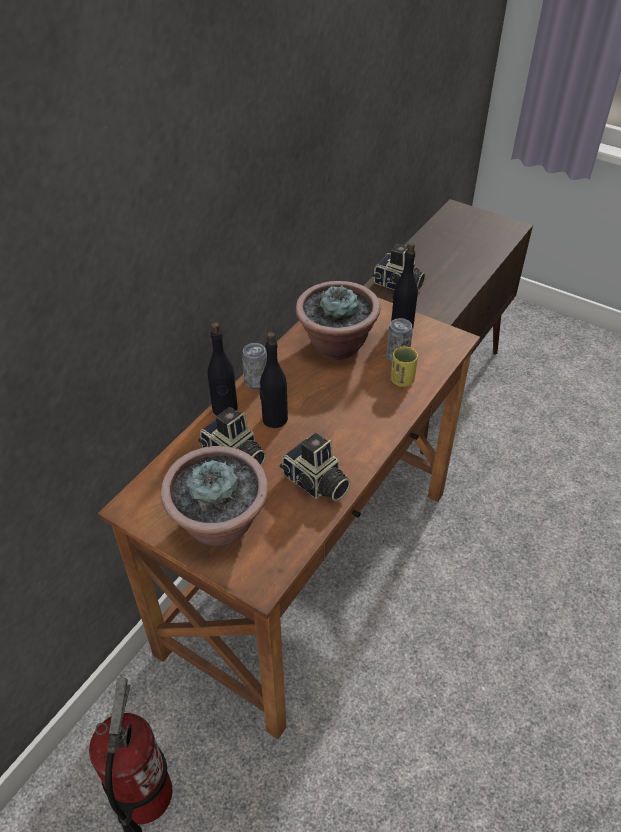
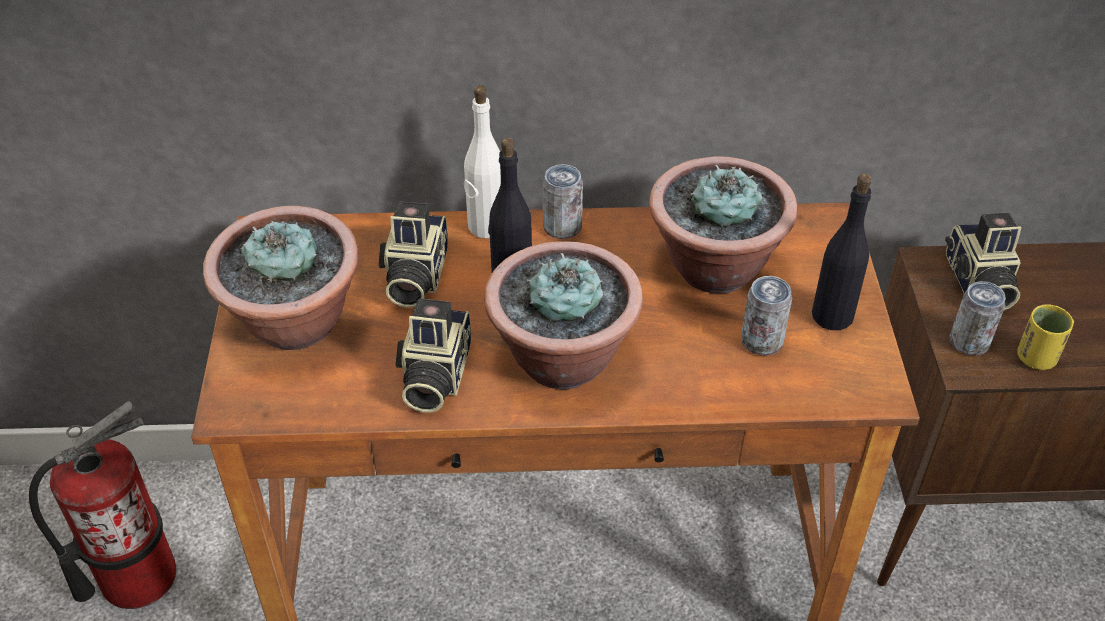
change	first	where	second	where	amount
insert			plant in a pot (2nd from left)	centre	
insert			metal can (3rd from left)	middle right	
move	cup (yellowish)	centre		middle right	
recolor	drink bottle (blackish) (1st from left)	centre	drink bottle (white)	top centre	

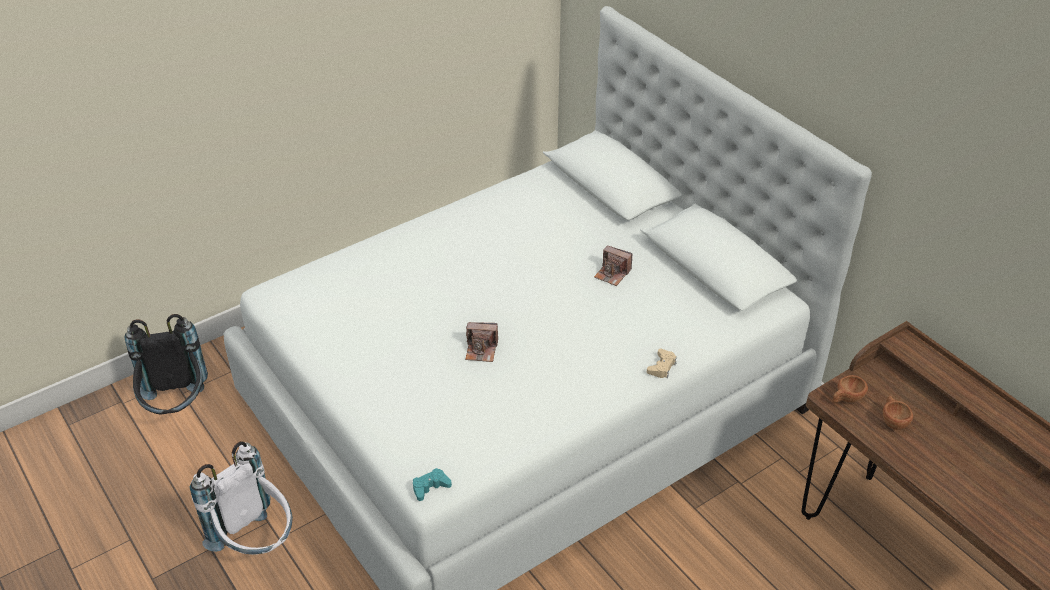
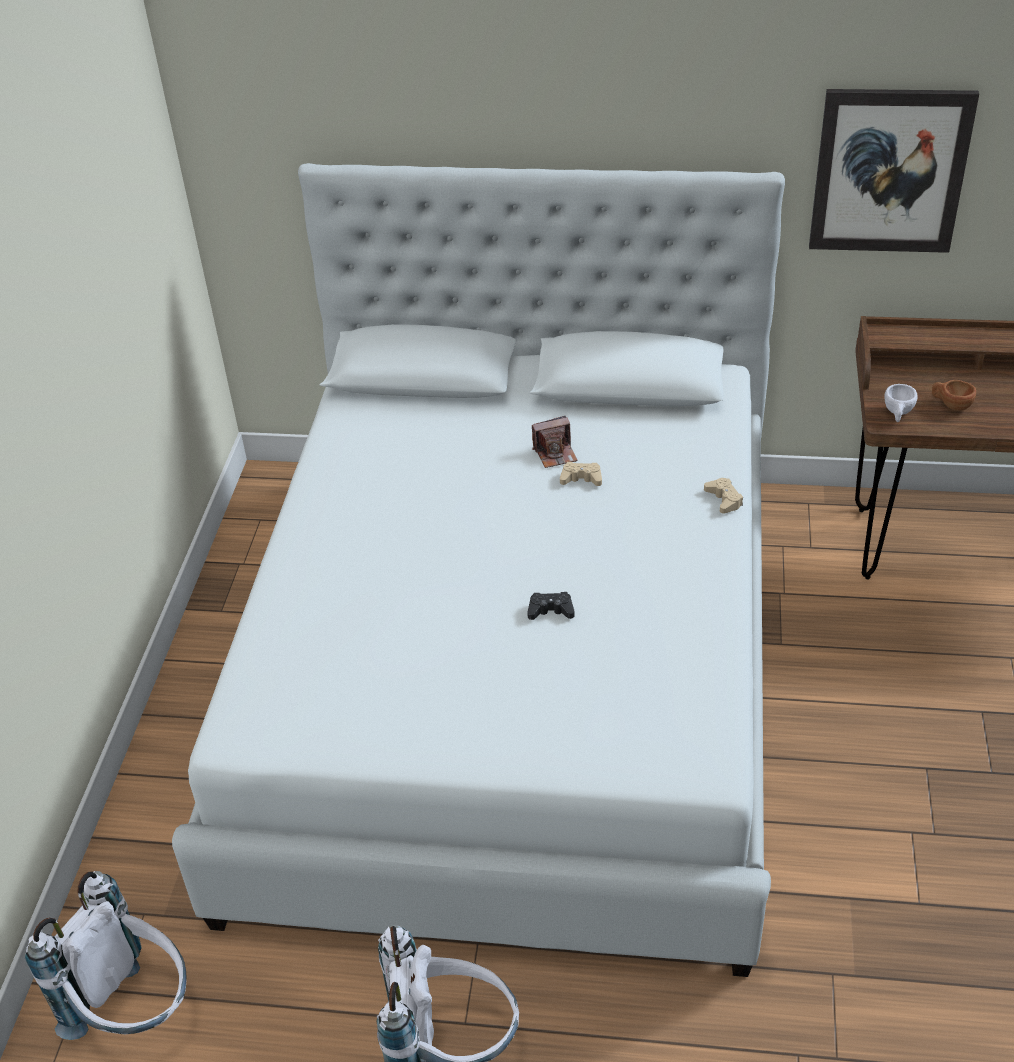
change	first	where	second	where	amount
delete	joypad (turquoise)	bottom centre			
insert			joypad (sand-coloured) (1st from left)	centre	
insert			picture	top right	
replace	photo camera (1st from left)	centre	joypad (blackish)	centre	
recolor	rucksack (blackish)	middle left	rucksack (white) (1st from left)	bottom left	
recolor	cup (brown-coloured) (1st from left)	middle right	cup (white)	middle right	

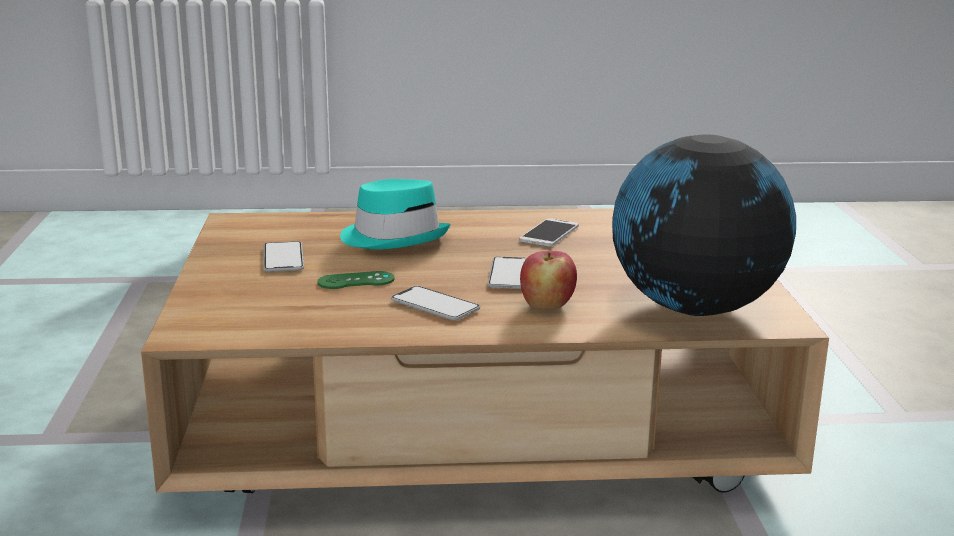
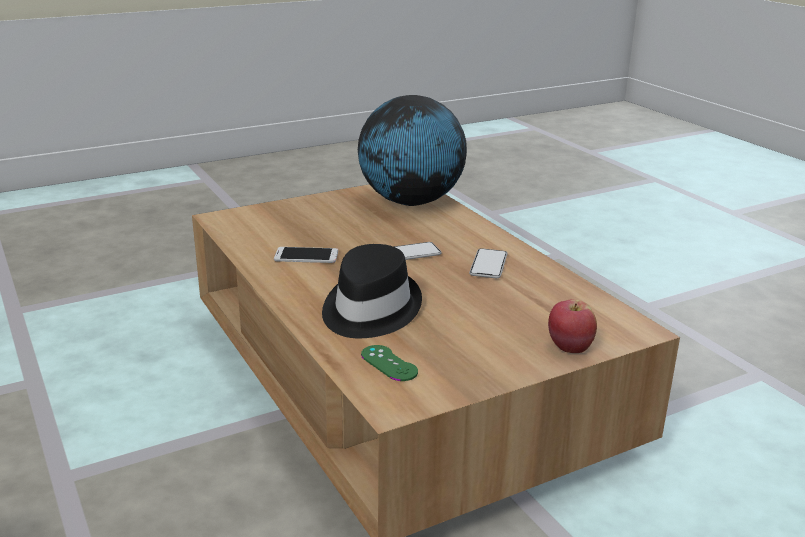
change	first	where	second	where	amount
delete	telephone (1st from left)	middle left			
move	joypad (green-coloured)	centre		bottom centre	
move	apple fruit	centre		middle right	
recolor	hat (turquoise)	centre	hat (blackish)	centre	

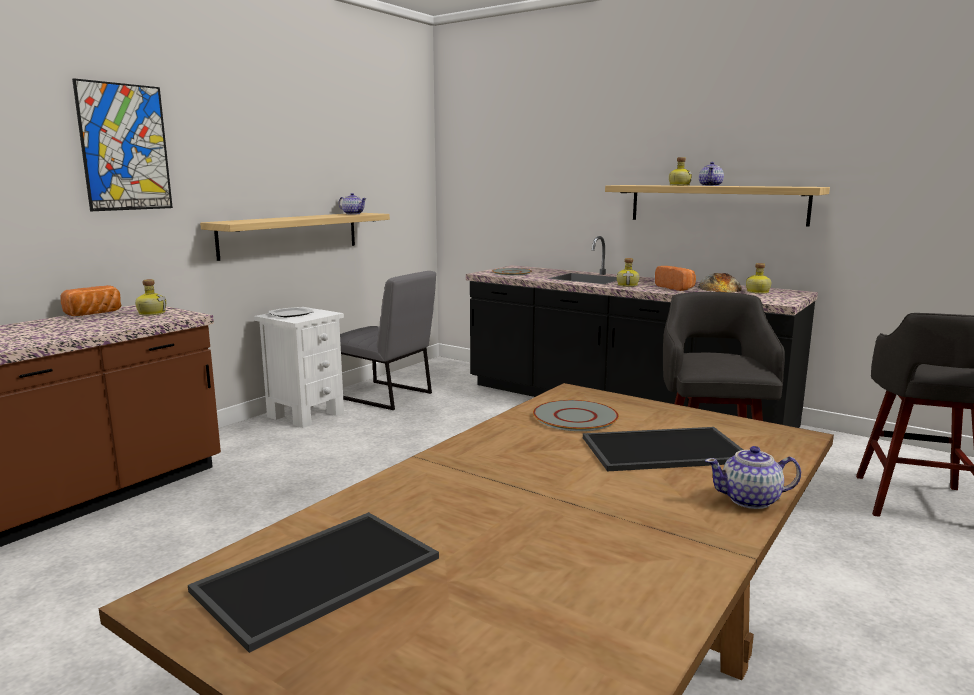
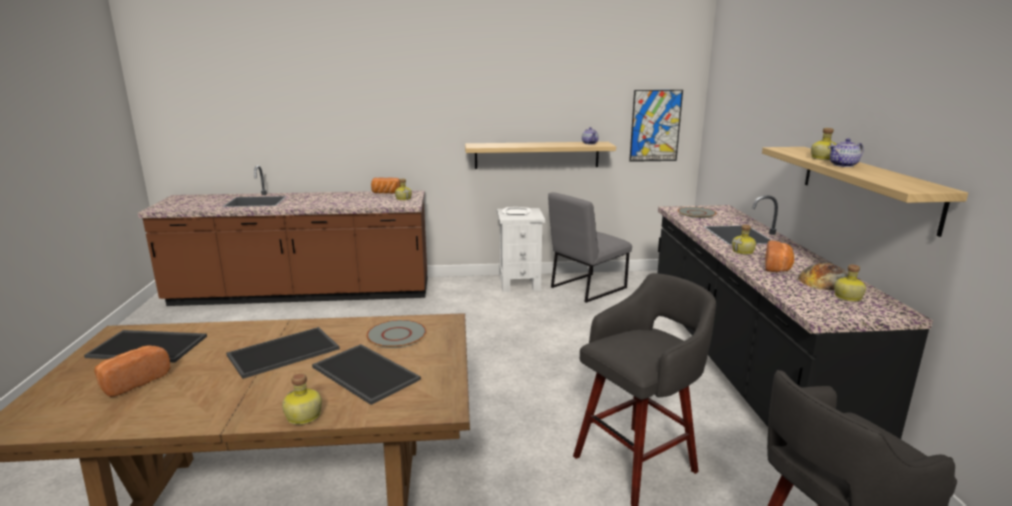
change	first	where	second	where	amount
insert			bakery bread (1st from left)	bottom left	
insert			serving tray (2nd from left)	bottom left	
move	picture	top left		top centre	
replace	teapot (3rd from left)	bottom right	drink bottle (1st from left)	bottom left	
rotate	upright chair (grey)	centre		centre	60 degrees clockwise

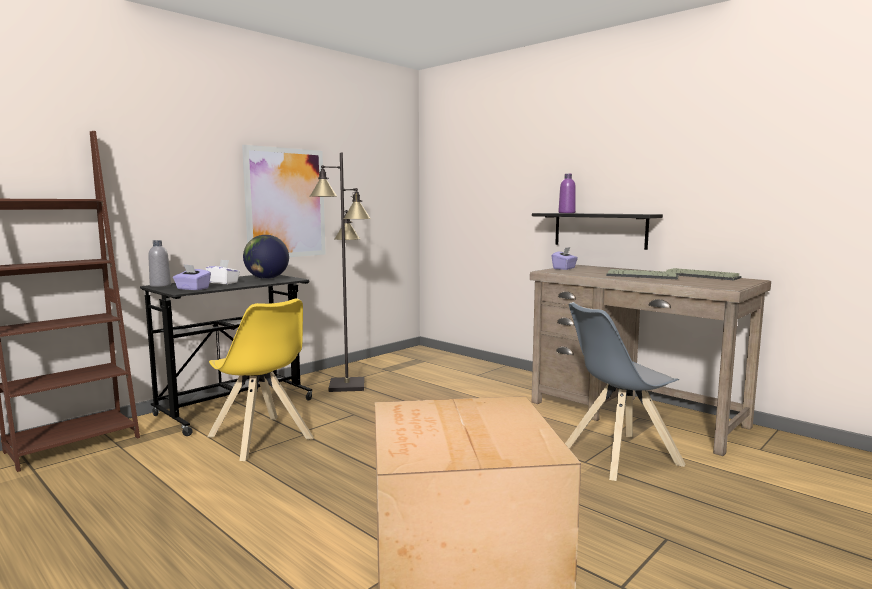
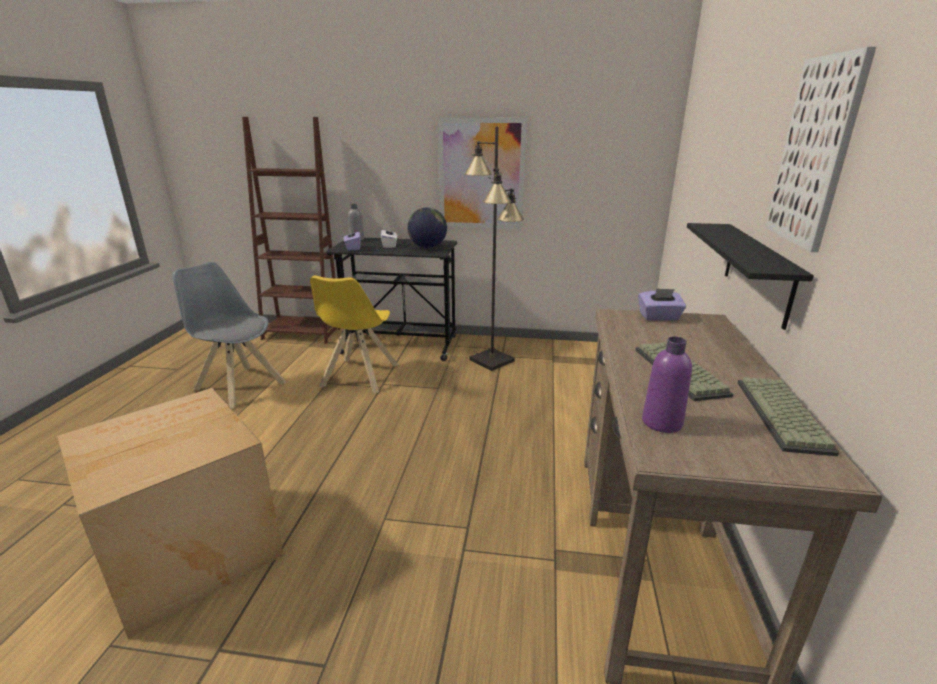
change	first	where	second	where	amount
insert			picture (2nd from left)	top right	
move	drink bottle (purple)	top centre		middle right	
move	upright chair (grey)	middle right		middle left	

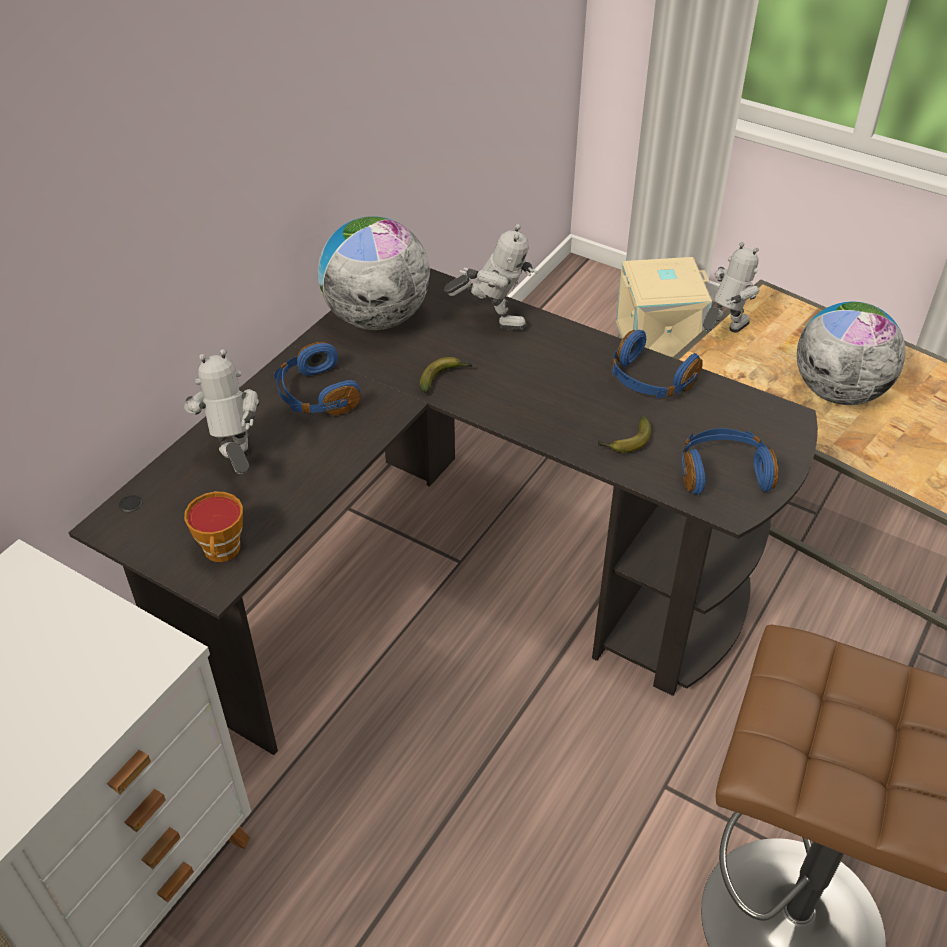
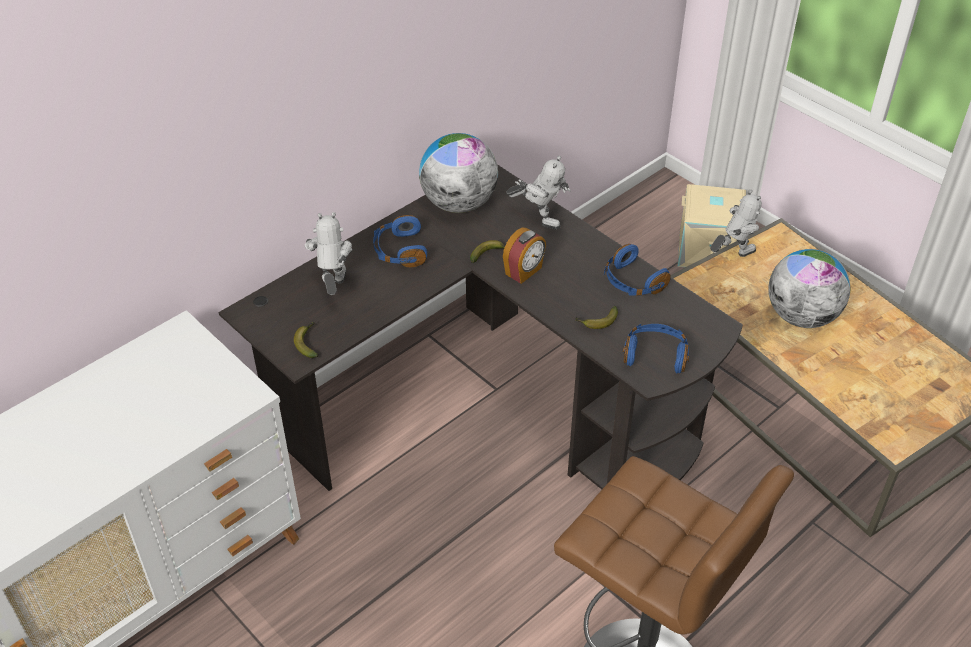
change	first	where	second	where	amount
insert			table clock	centre	
replace	cup	middle left	banana (1st from left)	middle left	

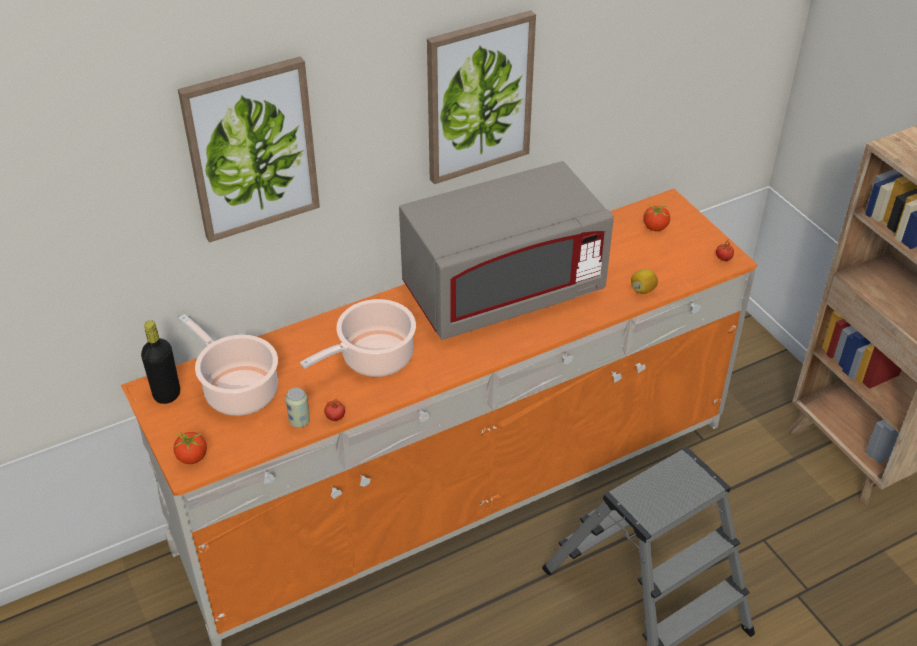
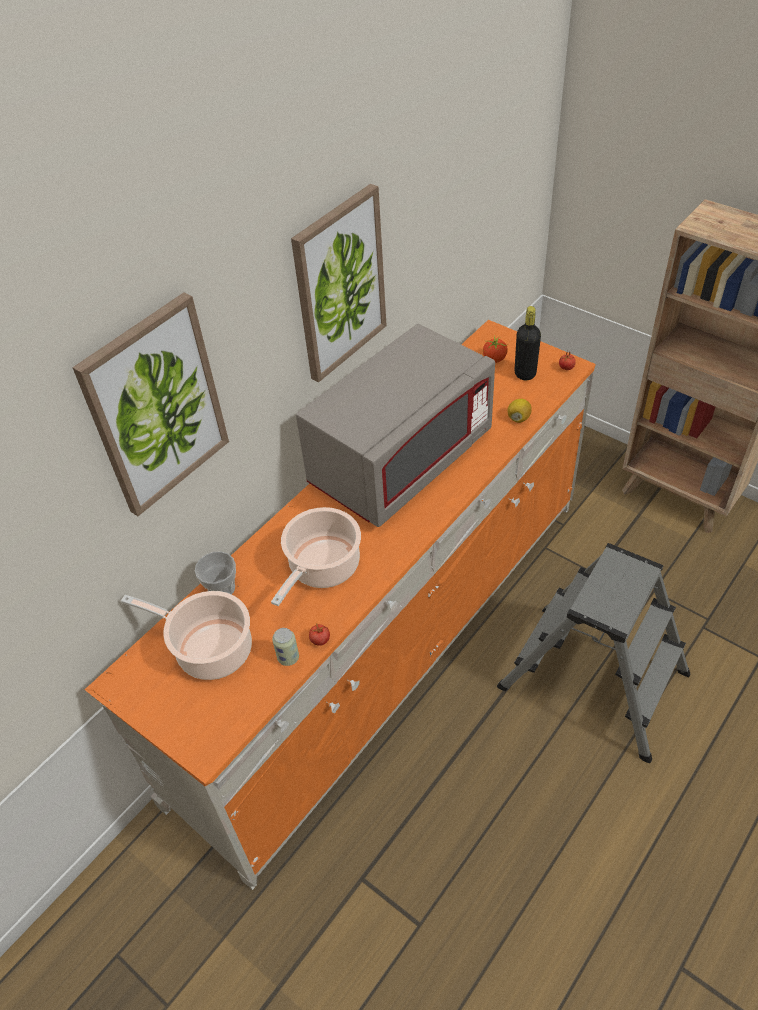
change	first	where	second	where	amount
delete	tomato (1st from left)	bottom left			
insert			cup	middle left	
move	drink bottle (blackish)	middle left		middle right	

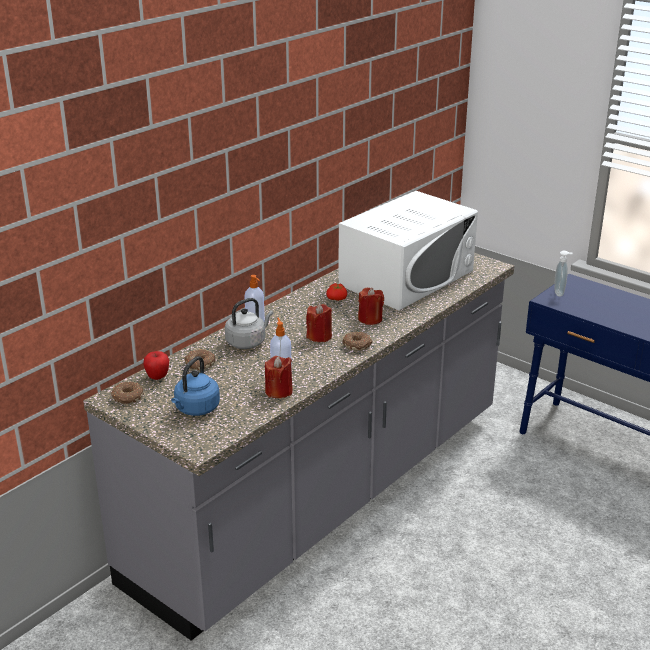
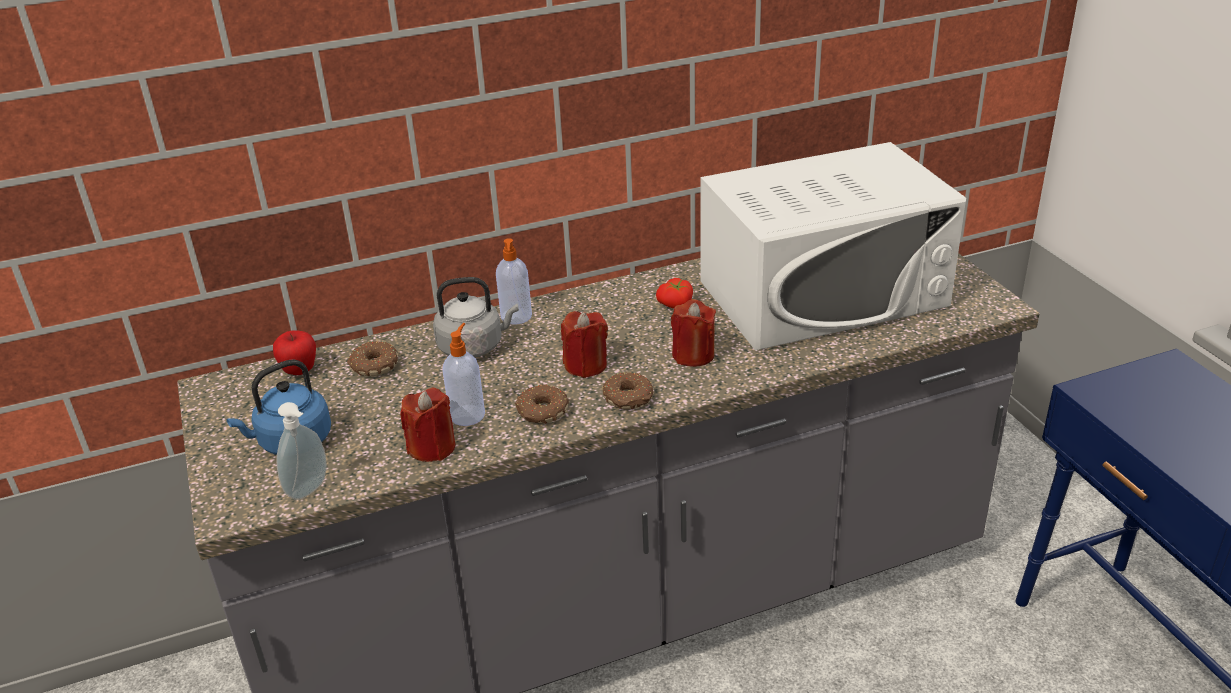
change	first	where	second	where	amount
move	doughnut (1st from left in the first image)	middle left	doughnut (2nd from left)	centre	
move	liquid soap bottle (3rd from left in the first image)	middle right	liquid soap bottle (1st from left)	middle left	

